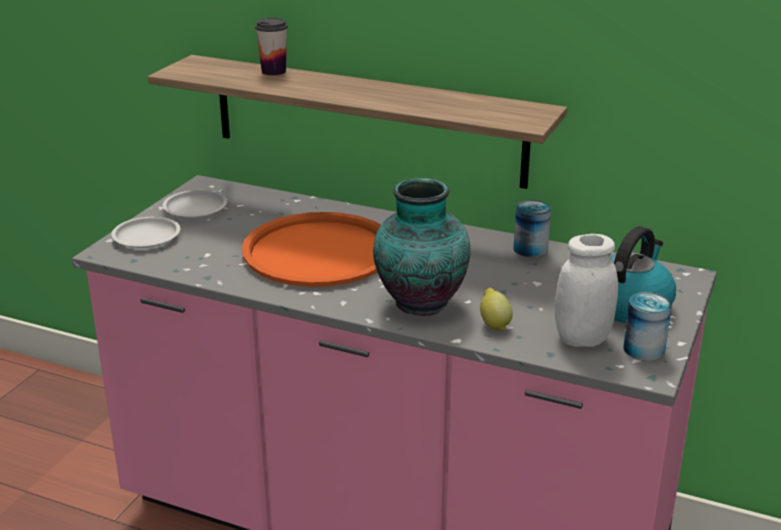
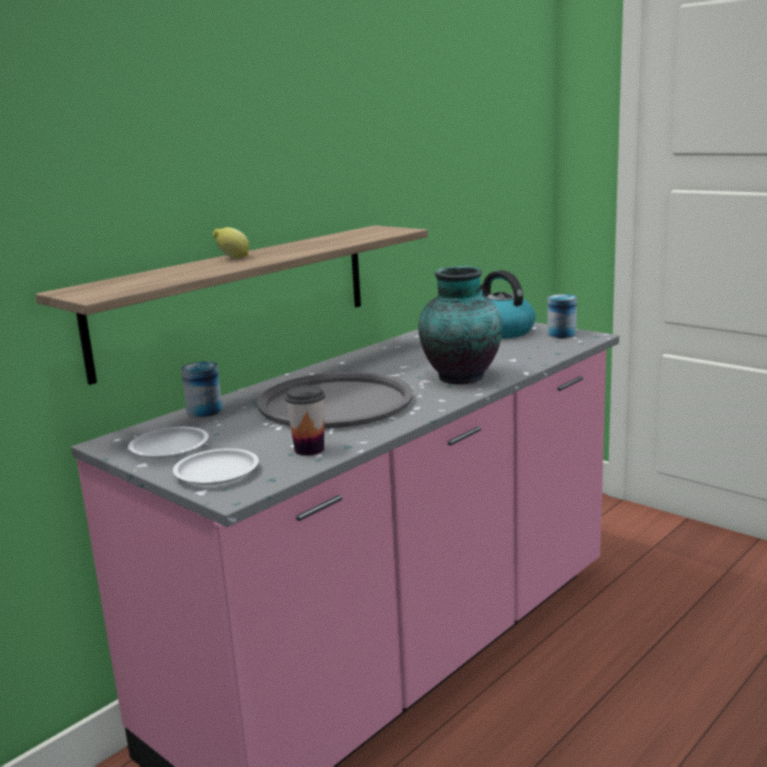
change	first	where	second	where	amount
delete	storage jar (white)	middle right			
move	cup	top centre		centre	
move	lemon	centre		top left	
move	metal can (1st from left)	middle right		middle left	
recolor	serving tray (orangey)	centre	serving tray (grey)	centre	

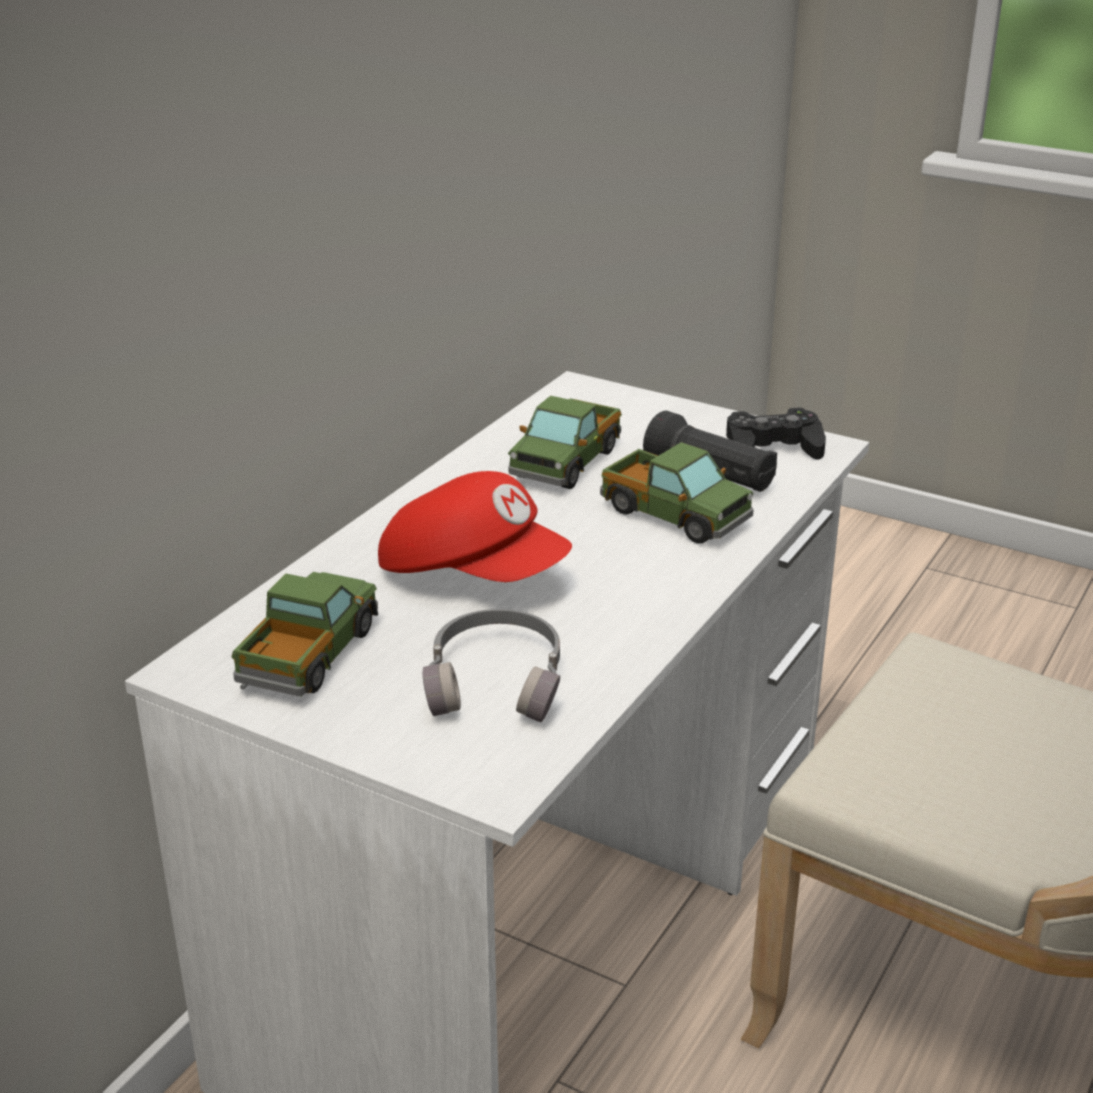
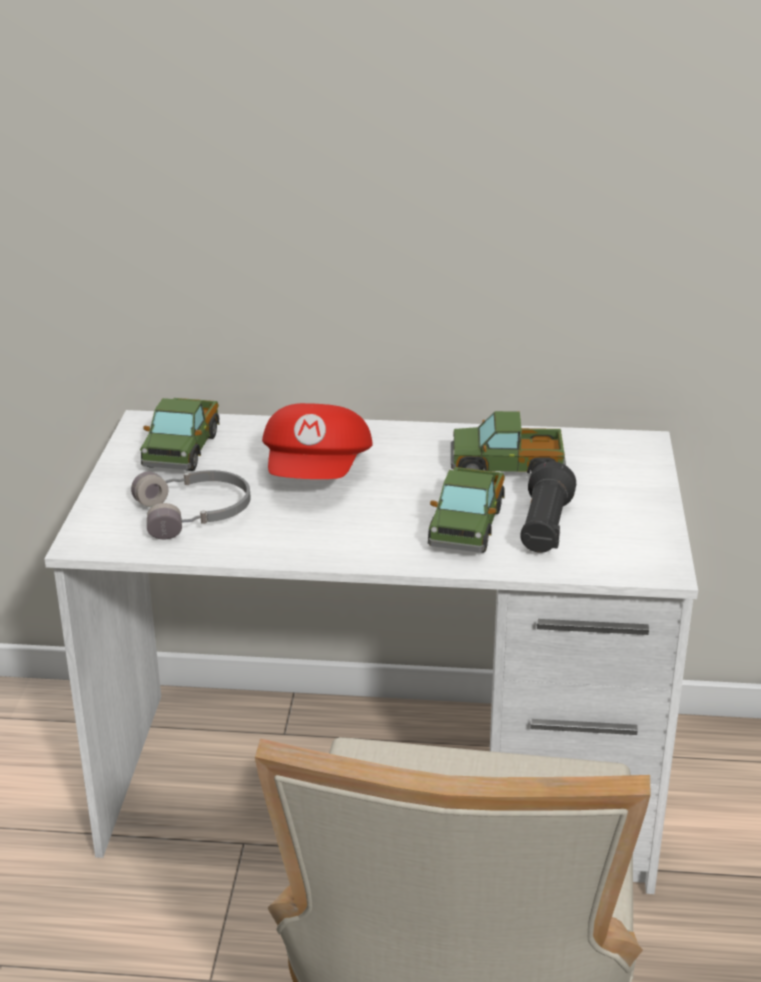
change	first	where	second	where	amount
delete	joypad (blackish)	middle right			
rotate	toy truck (1st from left)	middle left		middle left	105 degrees clockwise

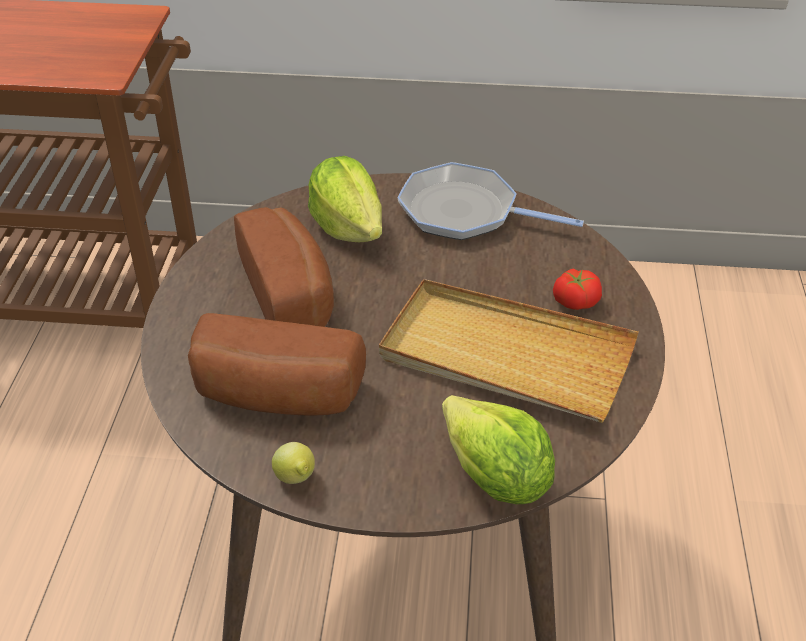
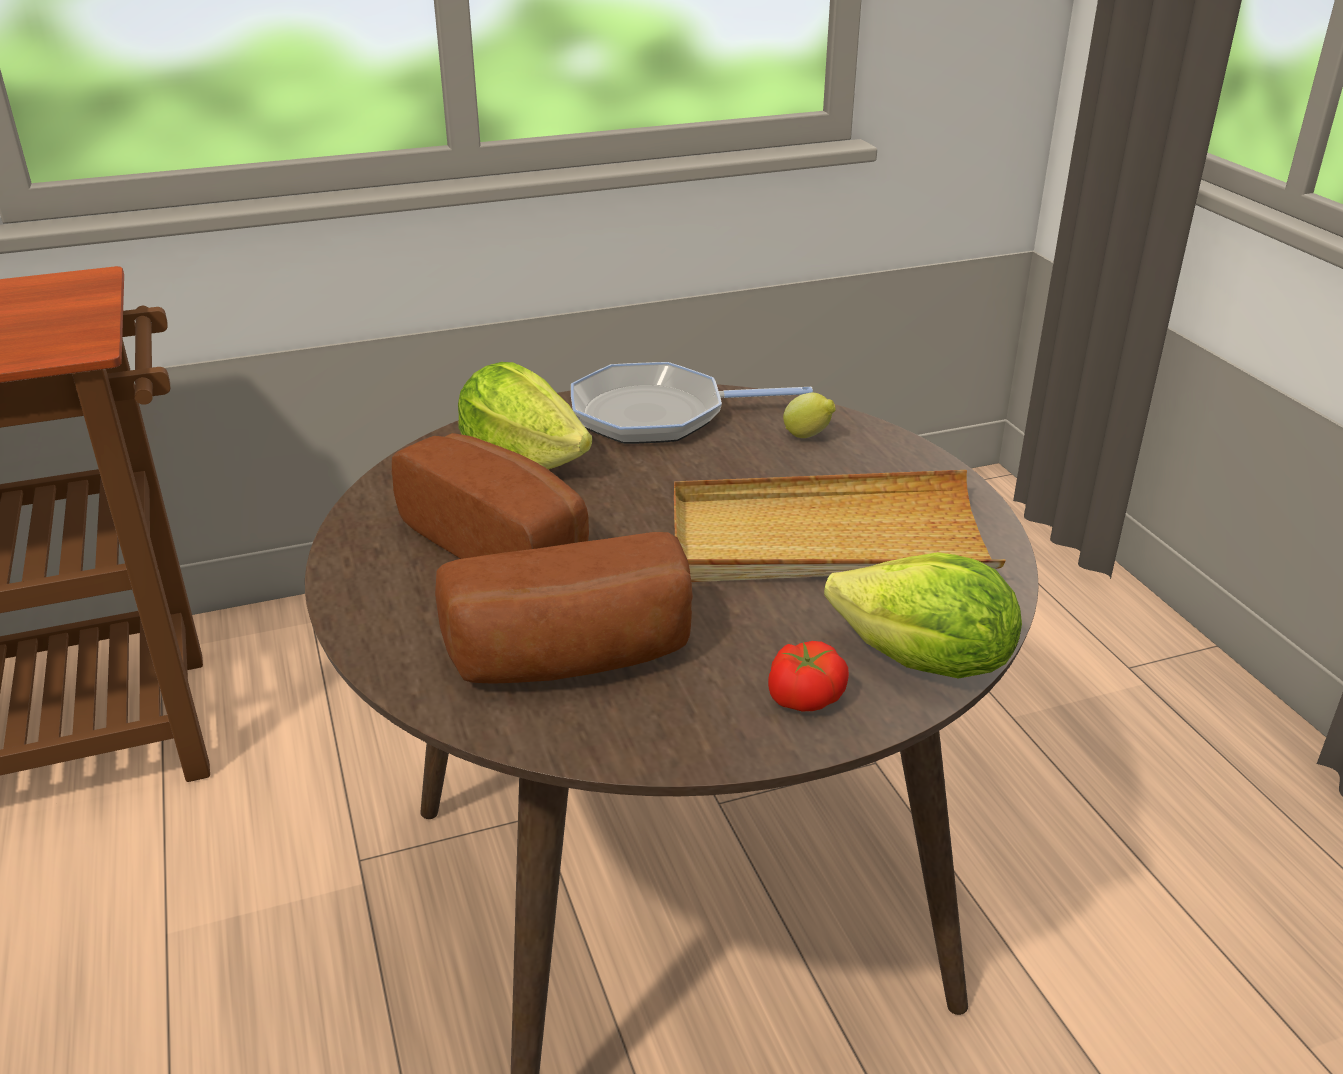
change	first	where	second	where	amount
move	lemon	bottom centre		centre	
move	tomato	middle right		centre	

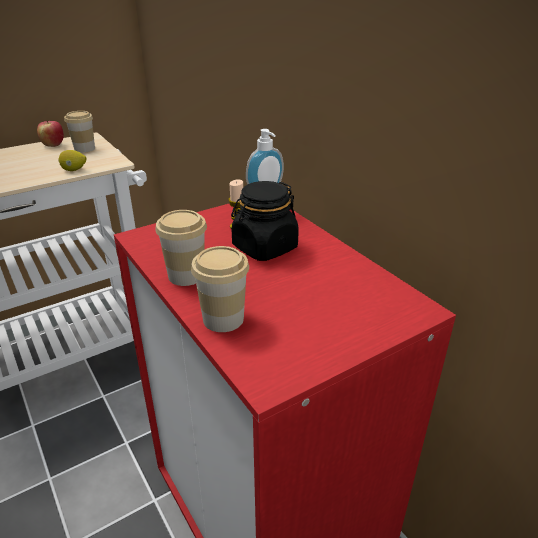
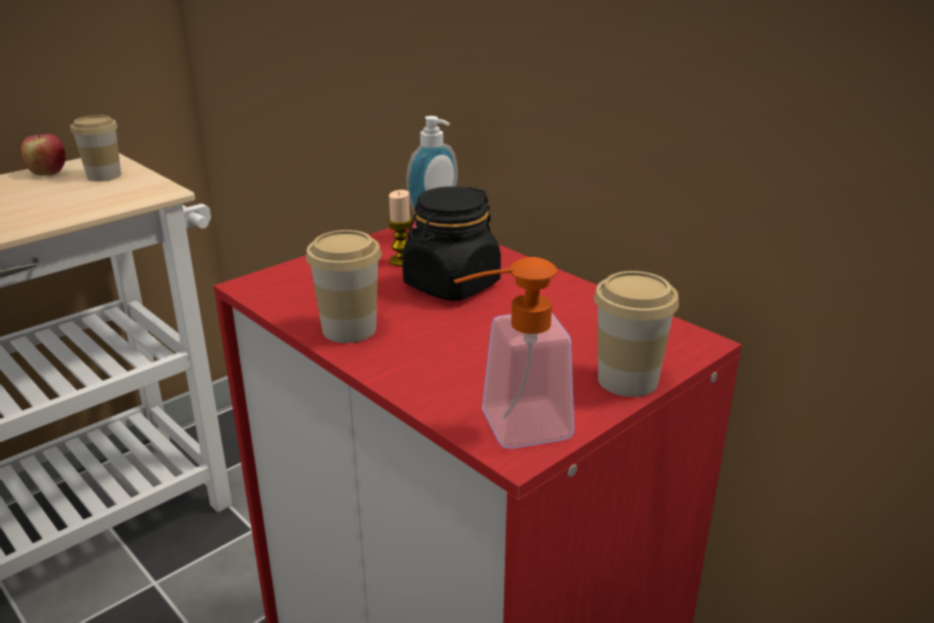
change	first	where	second	where	amount
delete	lemon	top left			
insert			liquid soap bottle (2nd from left)	centre	
move	cup (3rd from left)	centre		middle right	

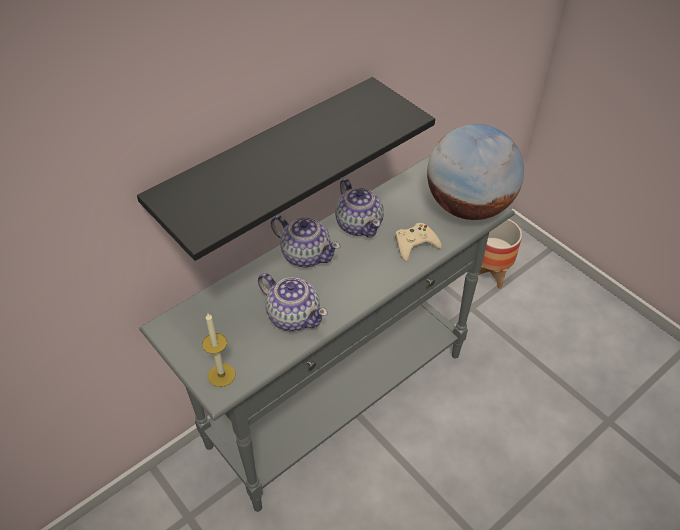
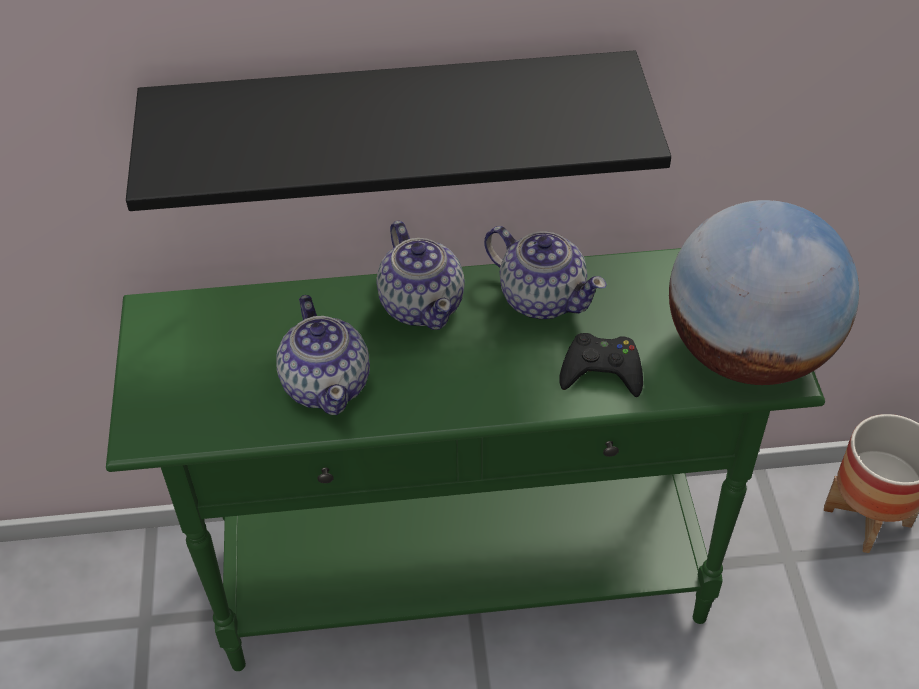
change	first	where	second	where	amount
delete	wax candle	middle left			
recolor	hall table (grey)	centre	hall table (green-coloured)	centre	
recolor	joypad (sand-coloured)	centre	joypad (blackish)	centre	
rotate	teapot (3rd from left)	centre		centre	60 degrees counterclockwise

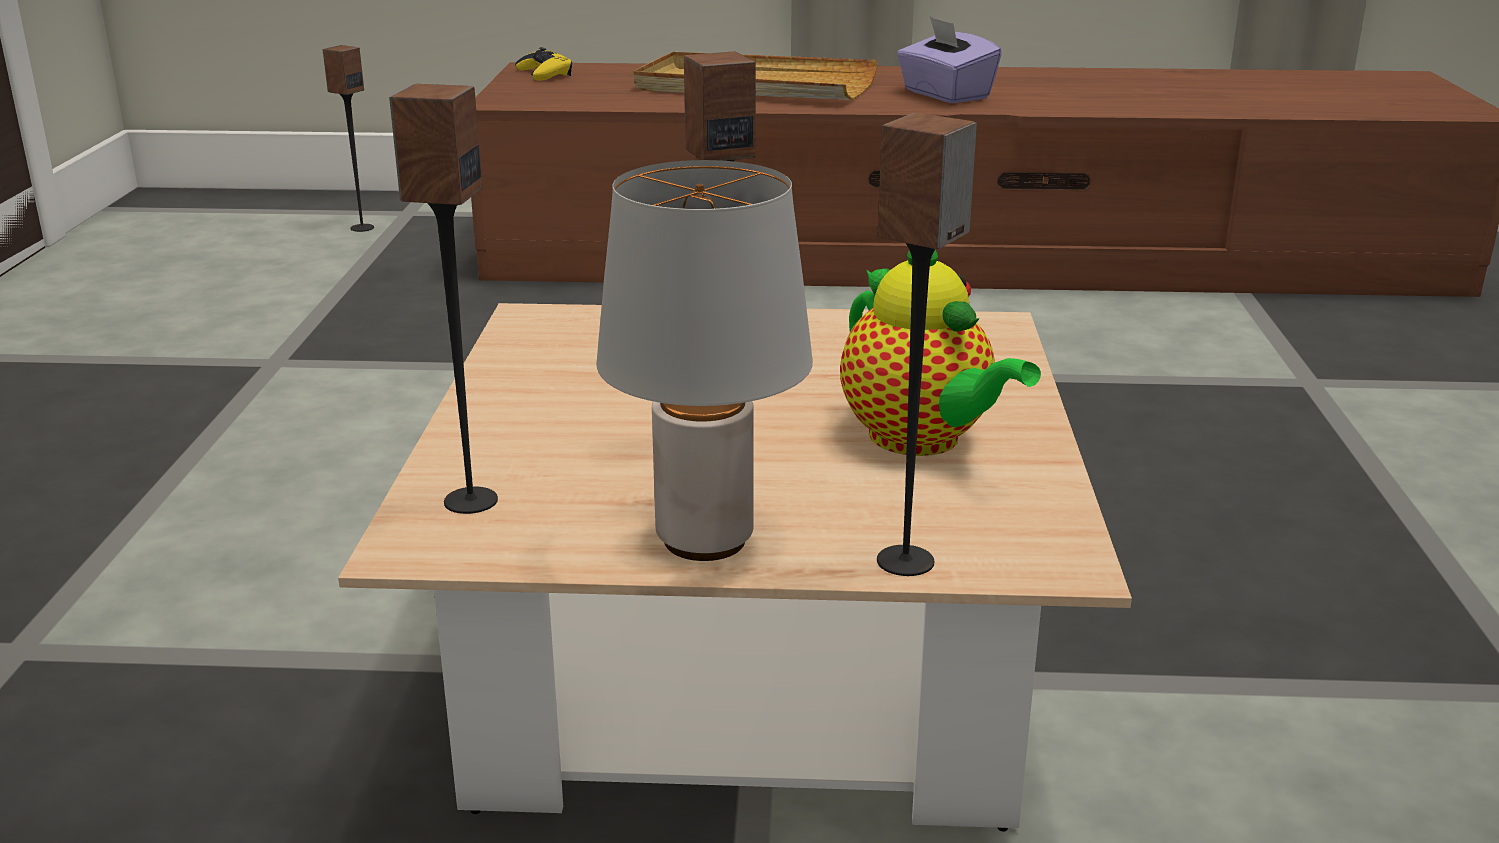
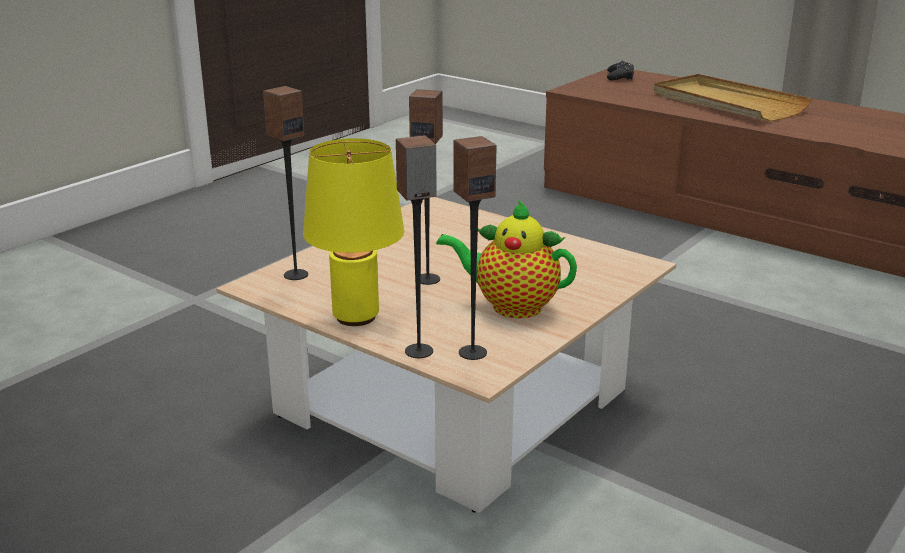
change	first	where	second	where	amount
delete	tissue box (purple)	top centre			
move	speaker (1st from left in the first image)	top left	speaker (4th from left)	centre	
recolor	joypad (yellowish)	top centre	joypad (blackish)	top right	
recolor	table lamp (grey)	centre	table lamp (yellowish)	centre	
rotate	teapot	centre		centre	105 degrees clockwise

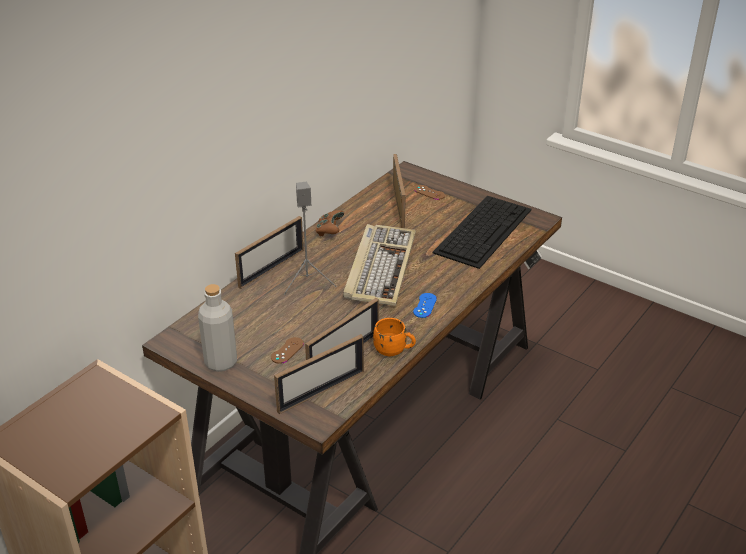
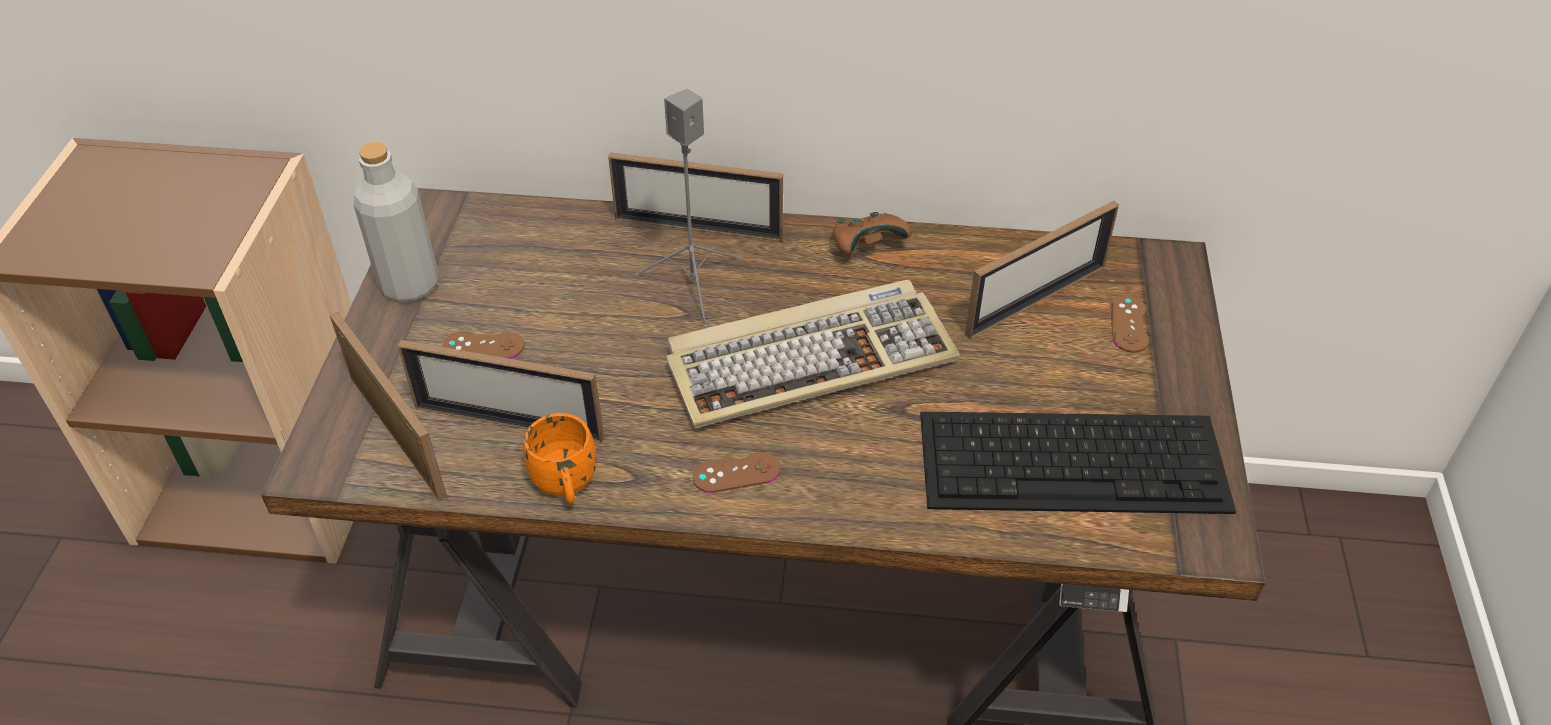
change	first	where	second	where	amount
recolor	joypad (bluish)	centre	joypad (brown-coloured) (2nd from left)	centre	
rotate	picture frame (2nd from left in the first image)	bottom centre	picture frame (1st from left)	middle left	150 degrees counterclockwise

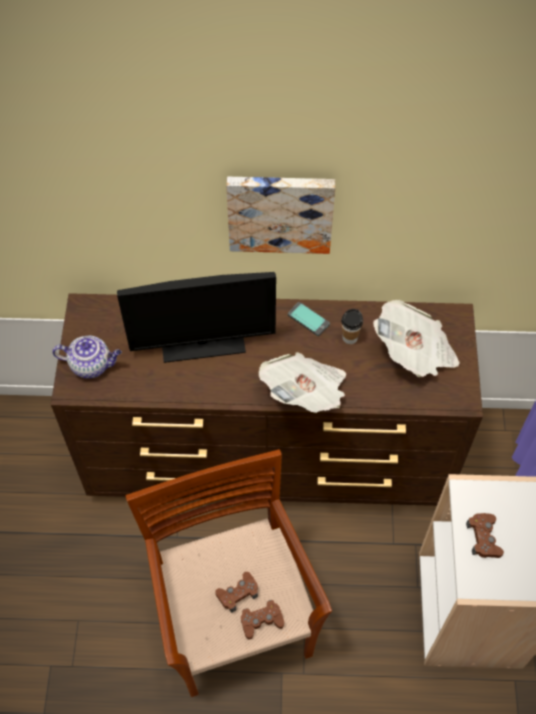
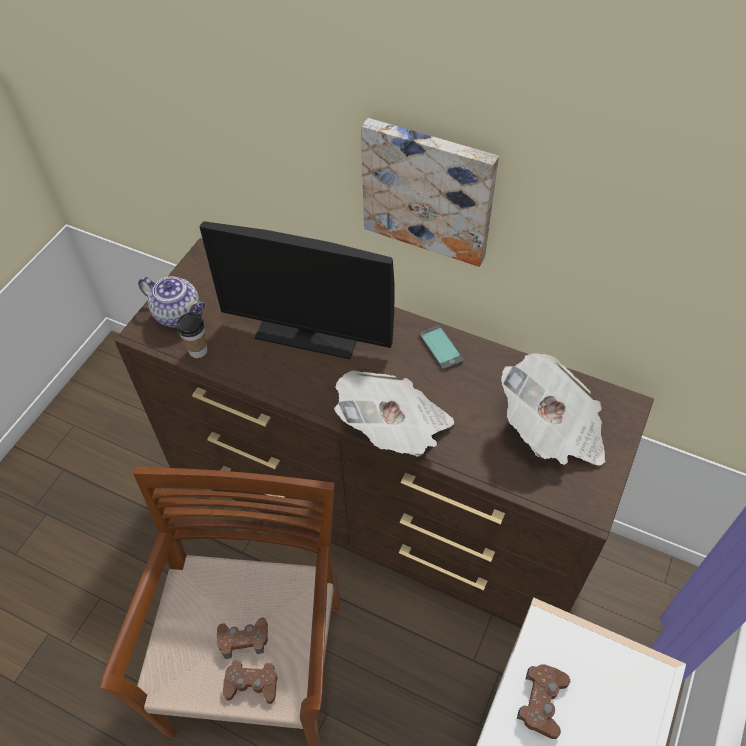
change	first	where	second	where	amount
move	cup	centre		middle left	

